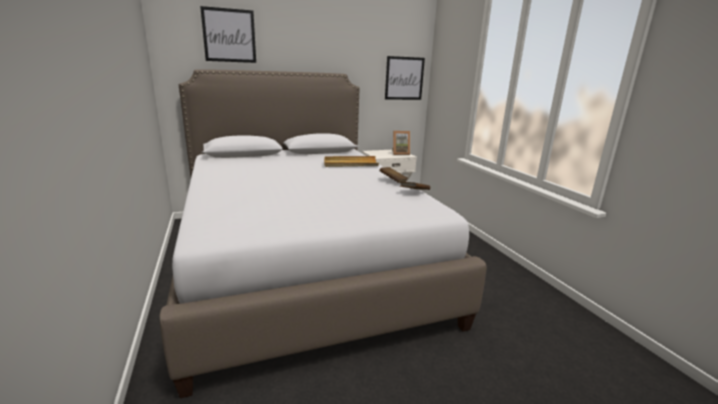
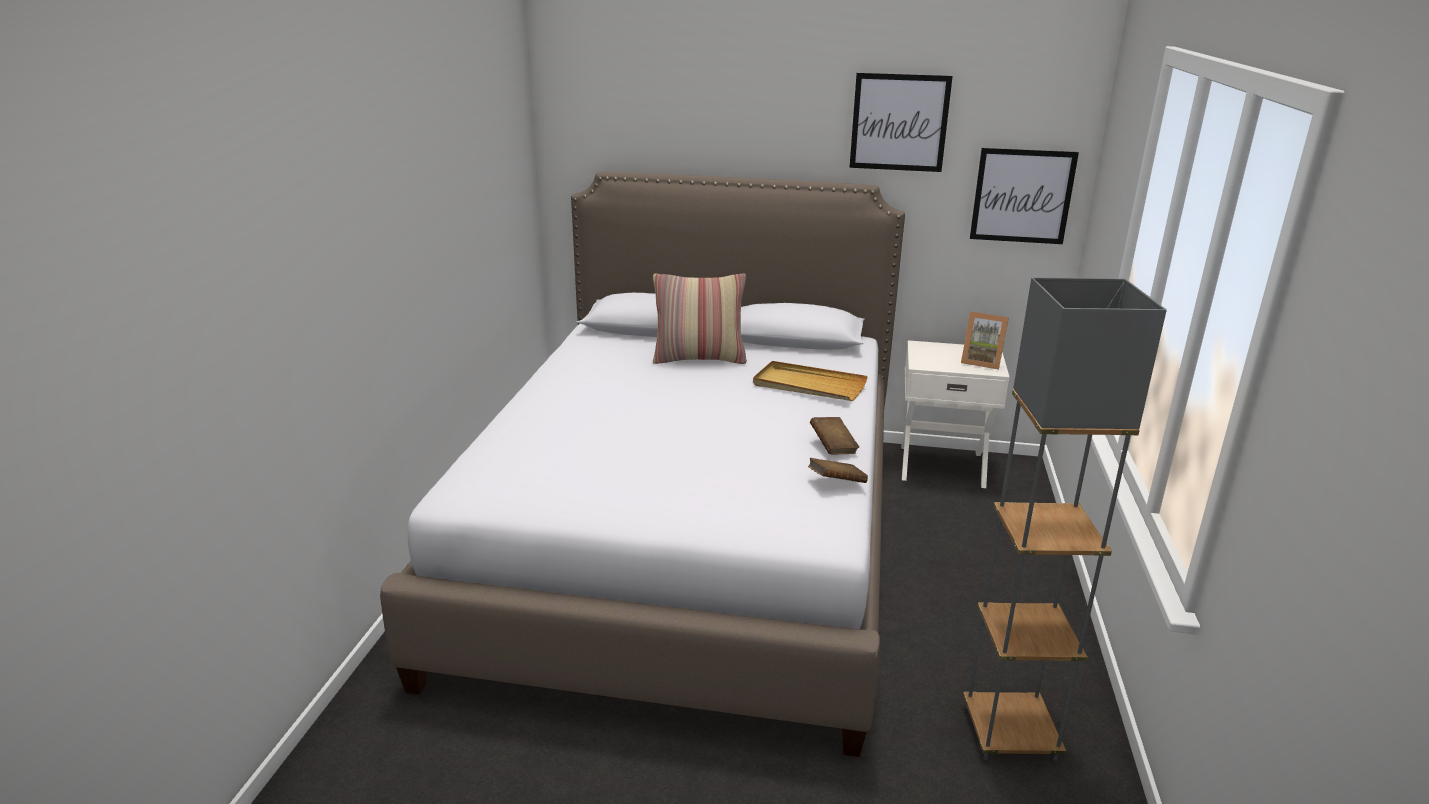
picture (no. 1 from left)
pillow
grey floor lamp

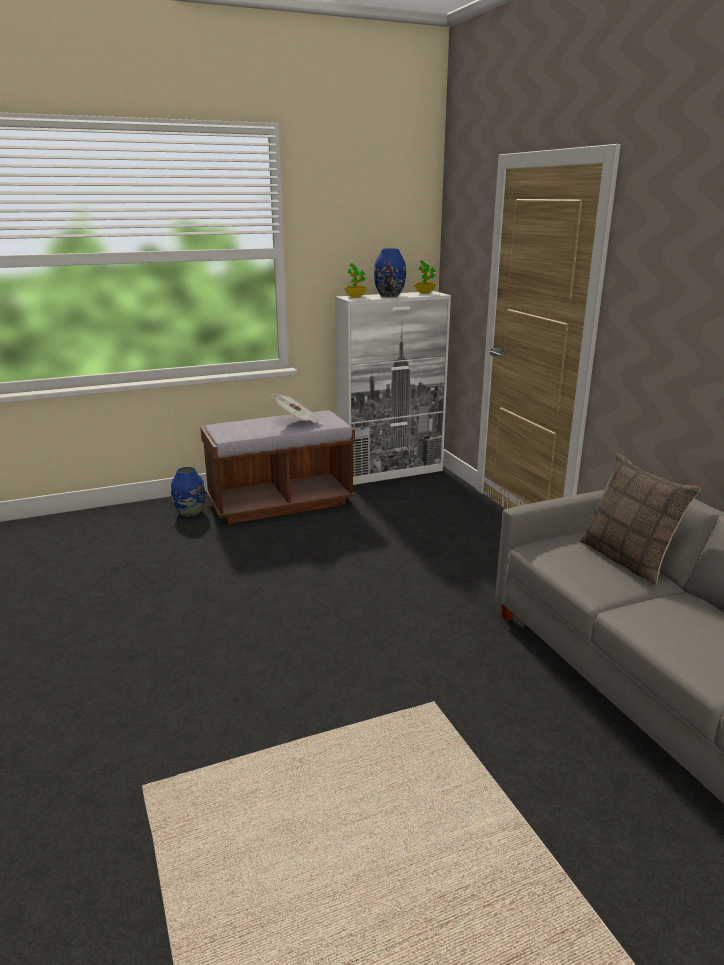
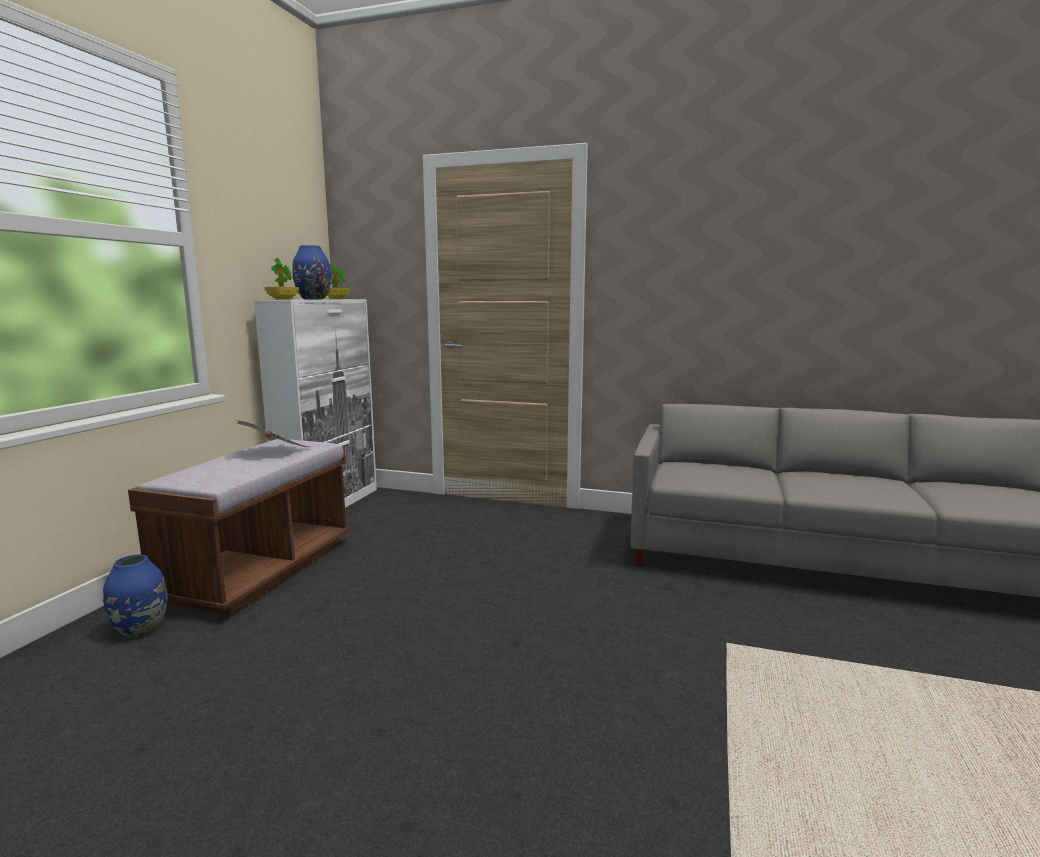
pillow

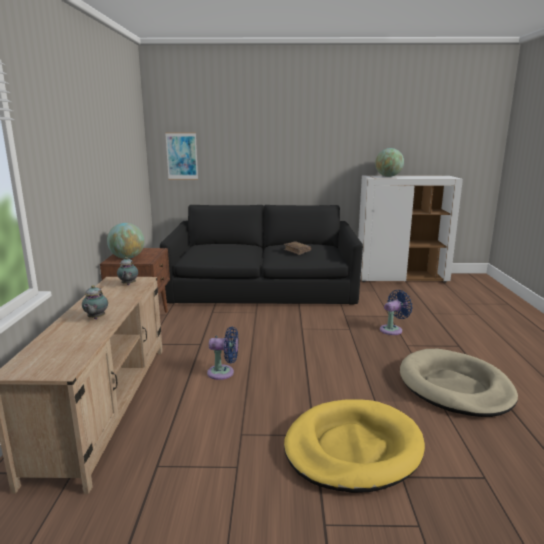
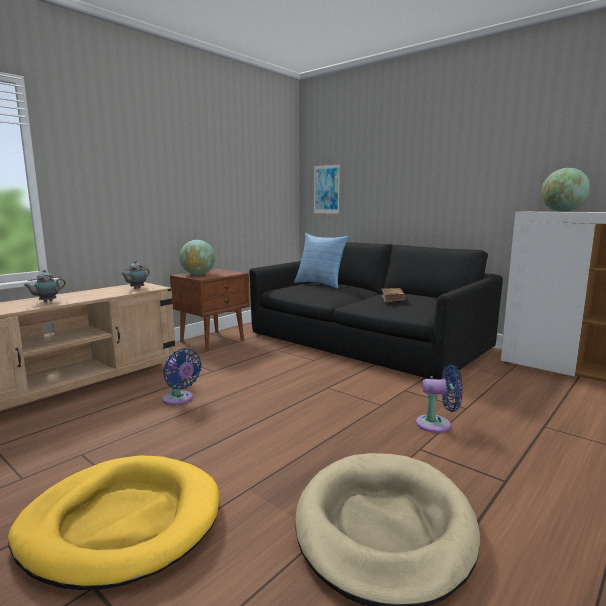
pillow

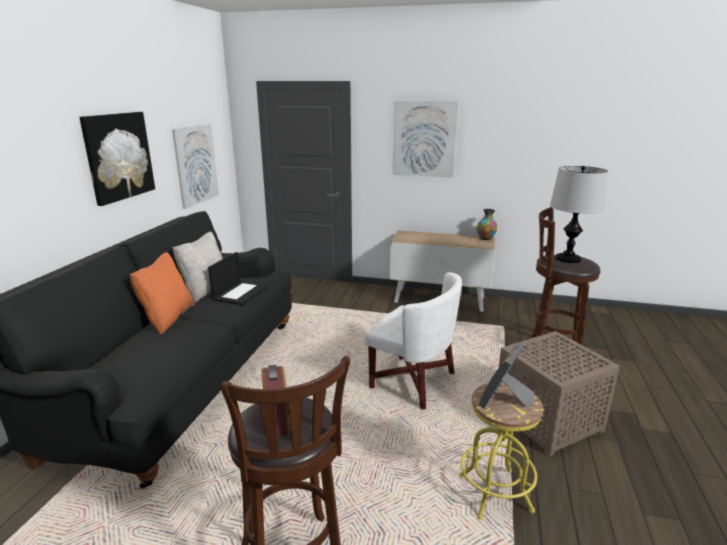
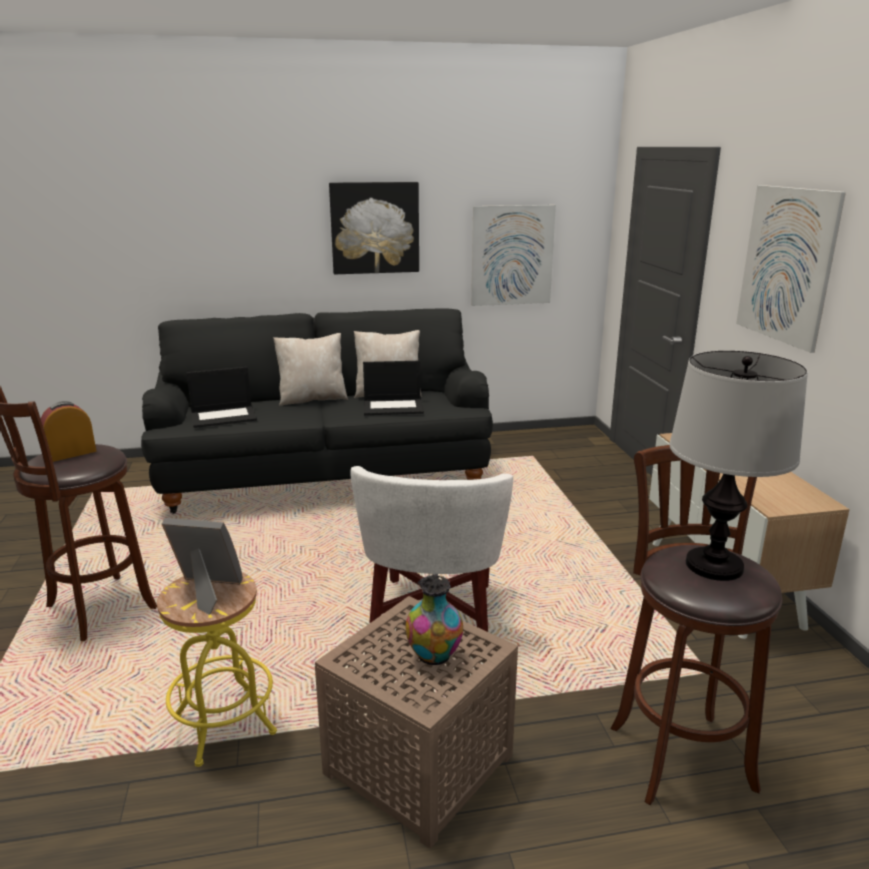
vase
beige pillow (no. 1 from left)
laptop (no. 1 from left)

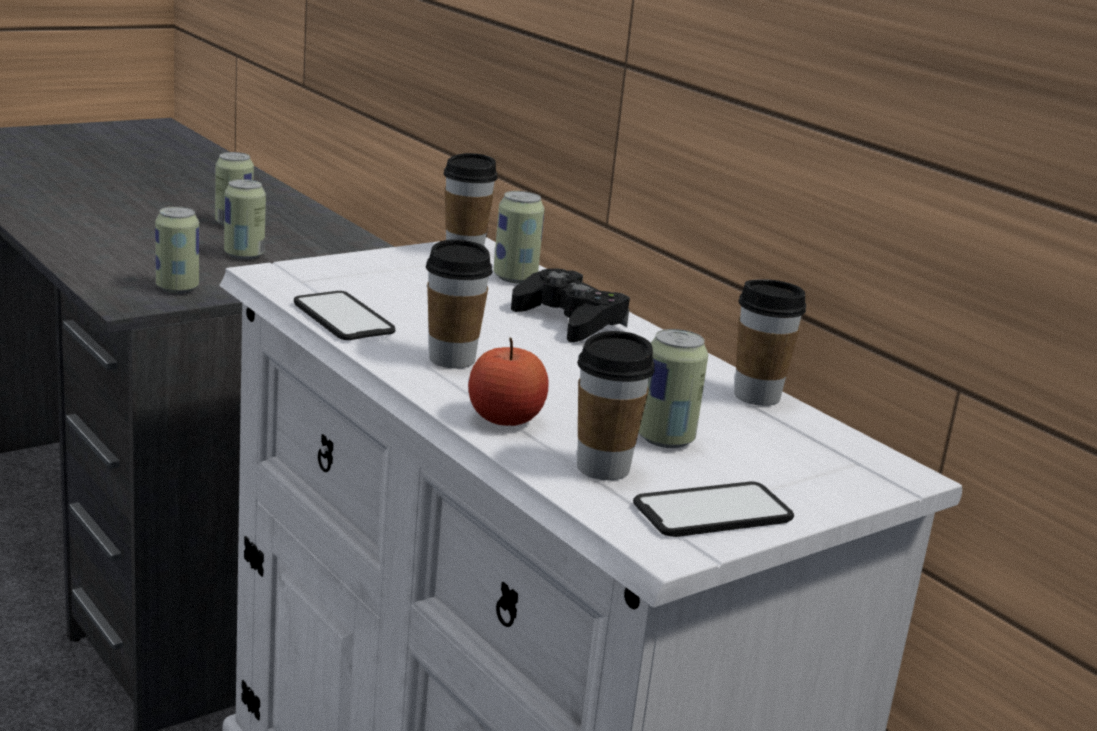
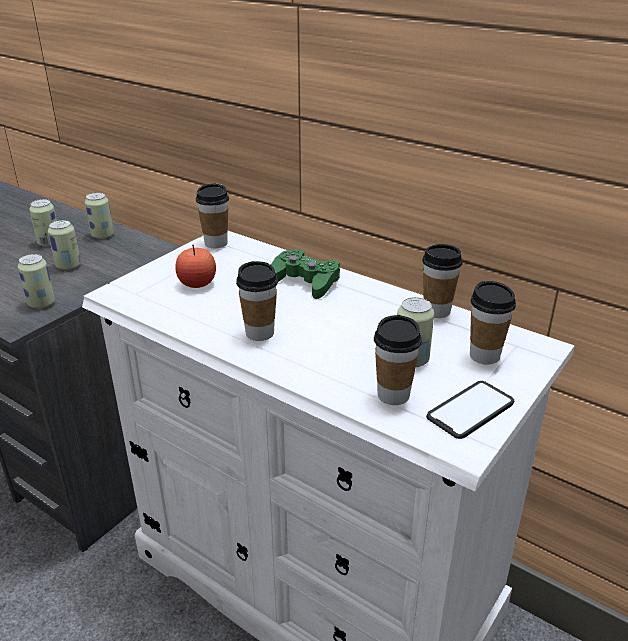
can (no. 4 from left)
green game controller
phone (no. 1 from left in the first image)
apple
cup (no. 5 from left)

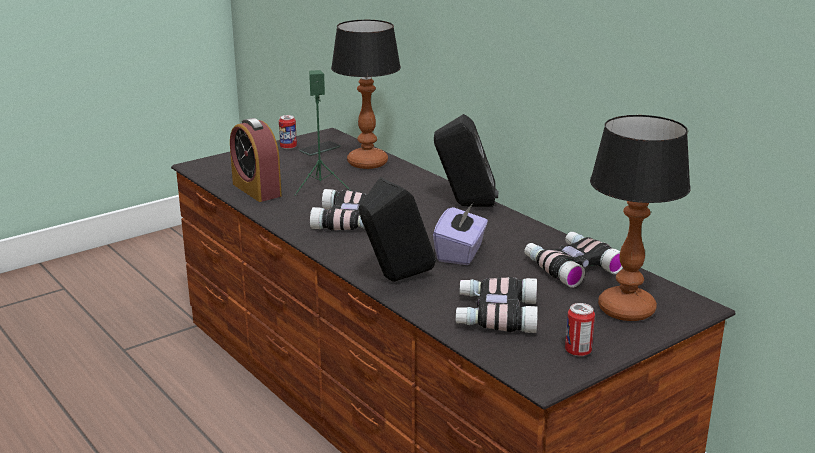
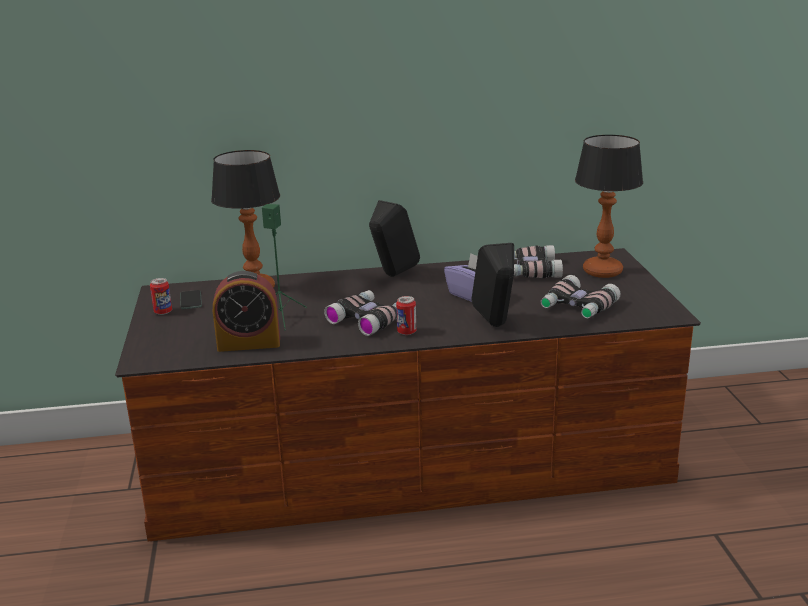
can (no. 2 from left)

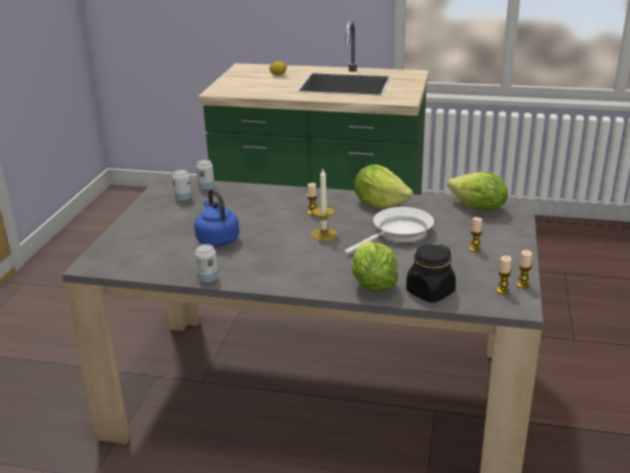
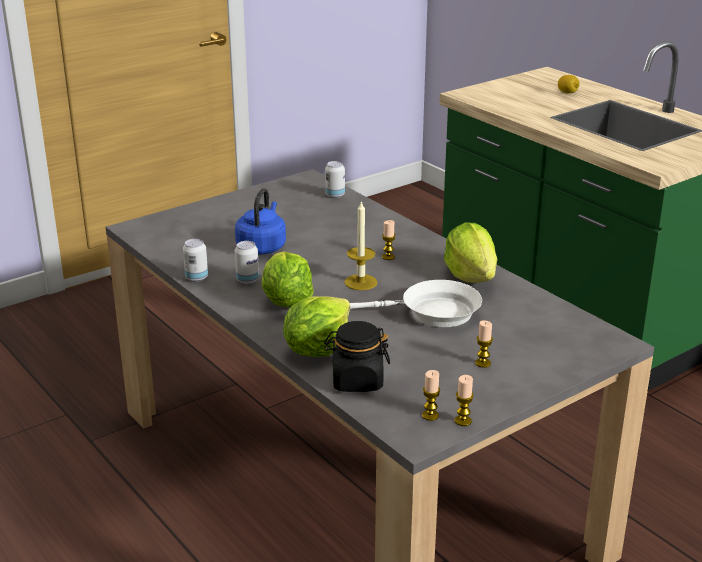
can (no. 2 from left)
lettuce (no. 1 from left)

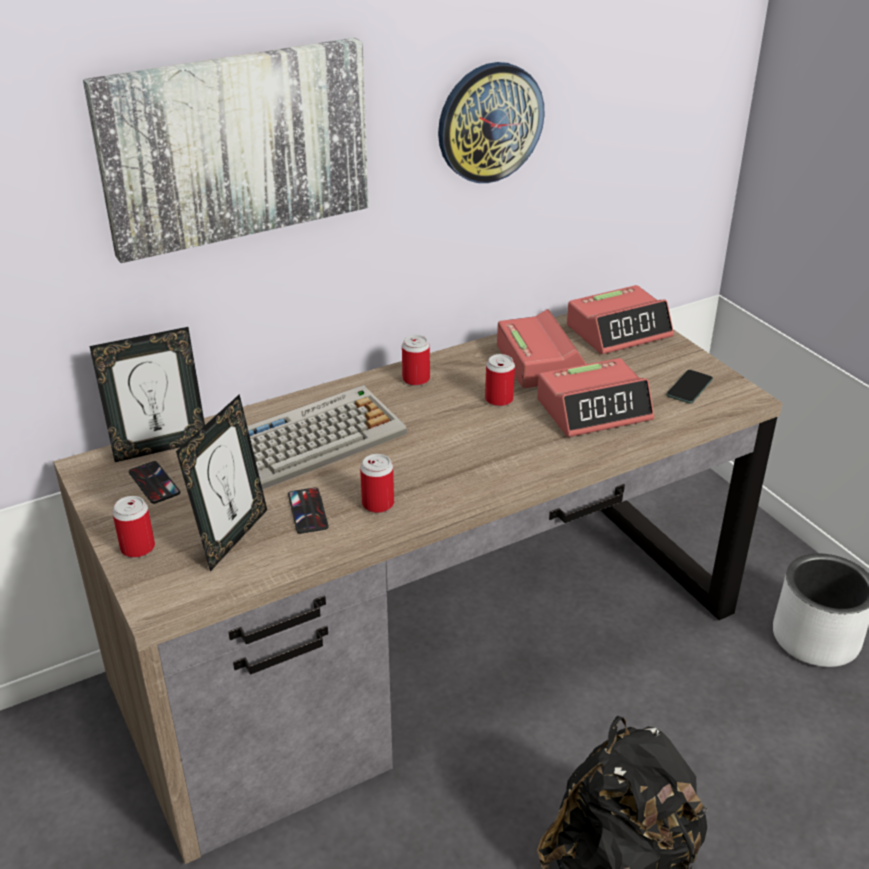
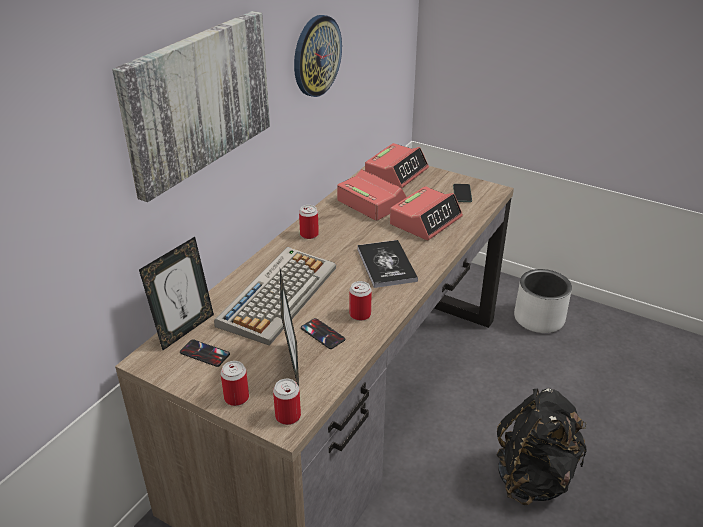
can (no. 2 from left)
book

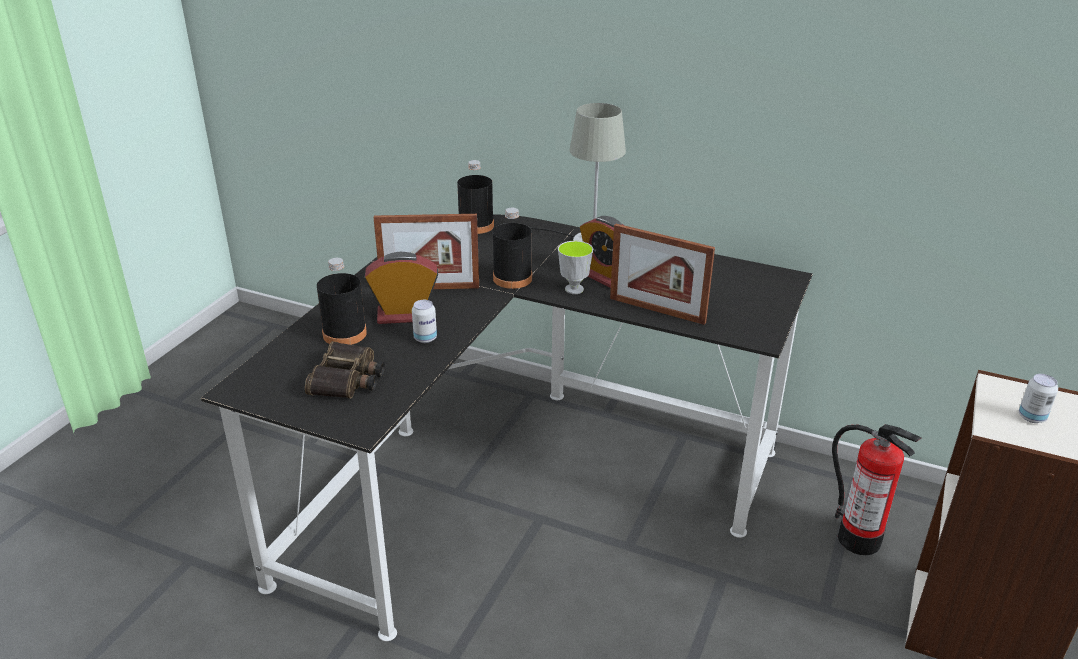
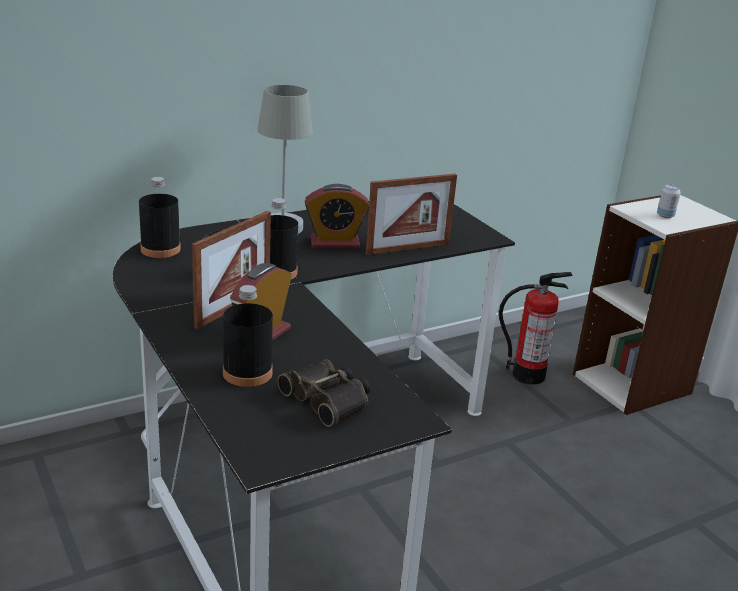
cup
can (no. 1 from left in the first image)

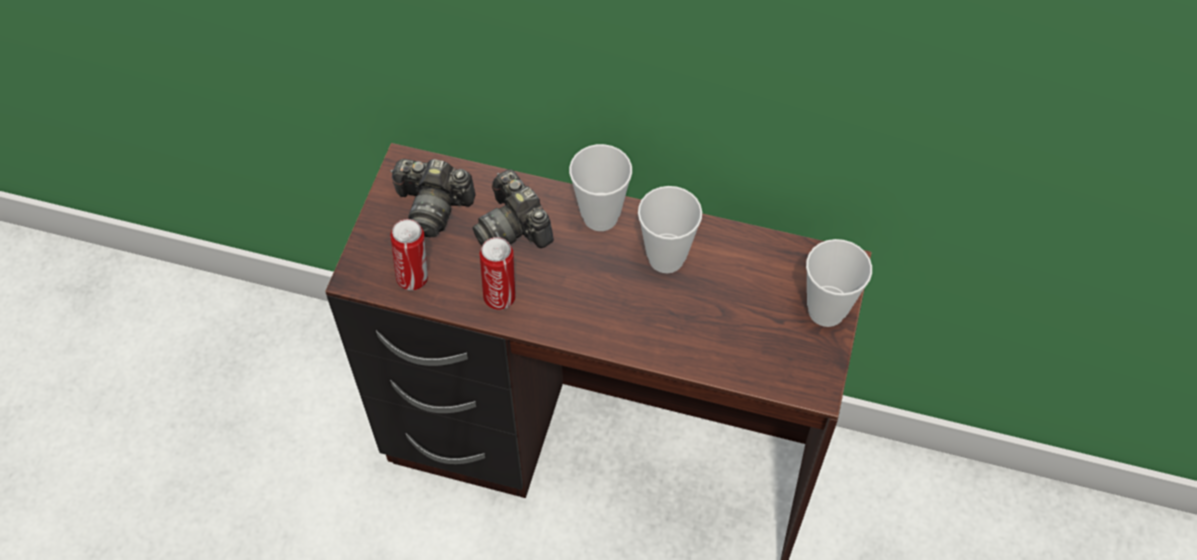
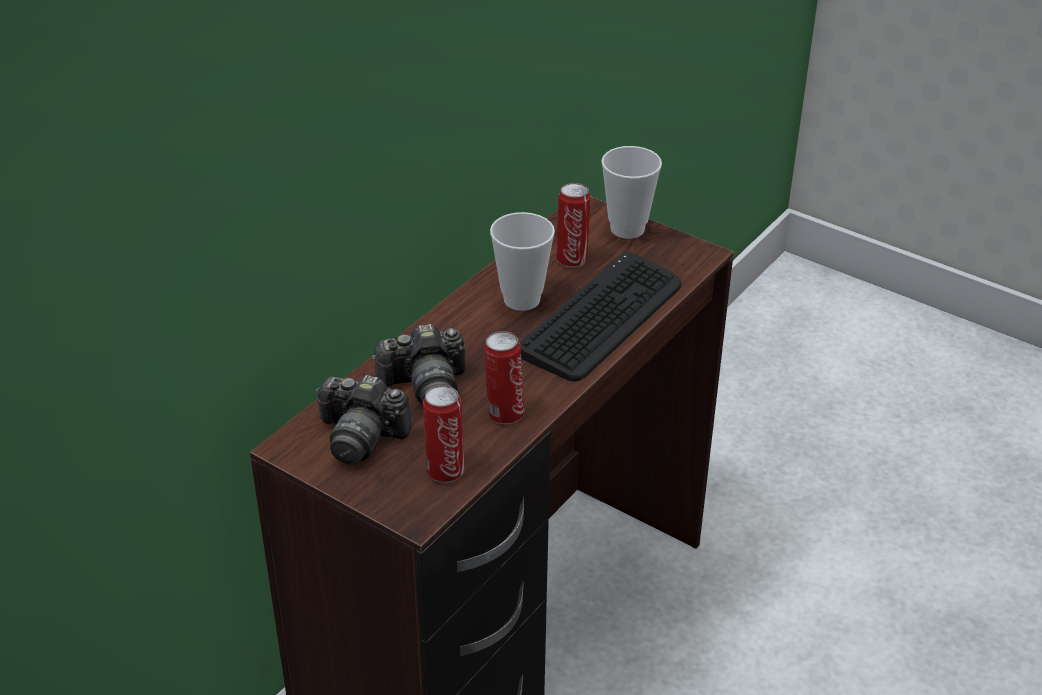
cup (no. 1 from left in the first image)
photo camera (no. 1 from left)
can (no. 3 from left)
keyboard

